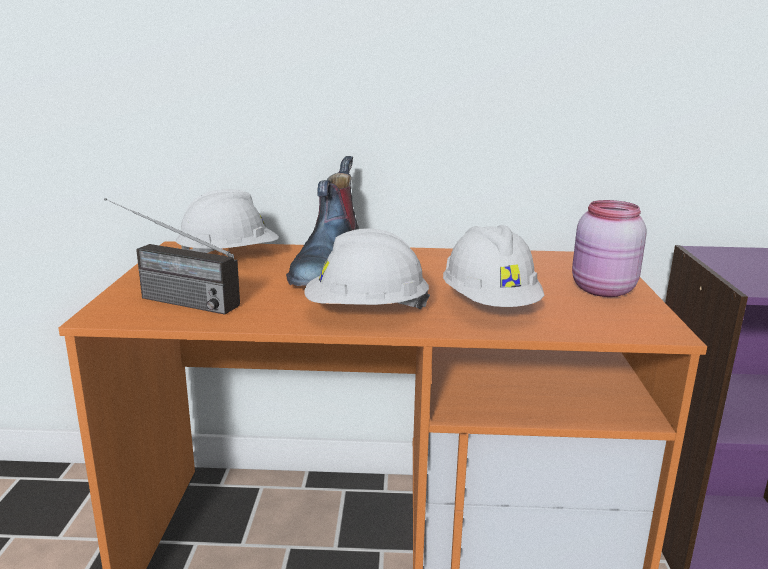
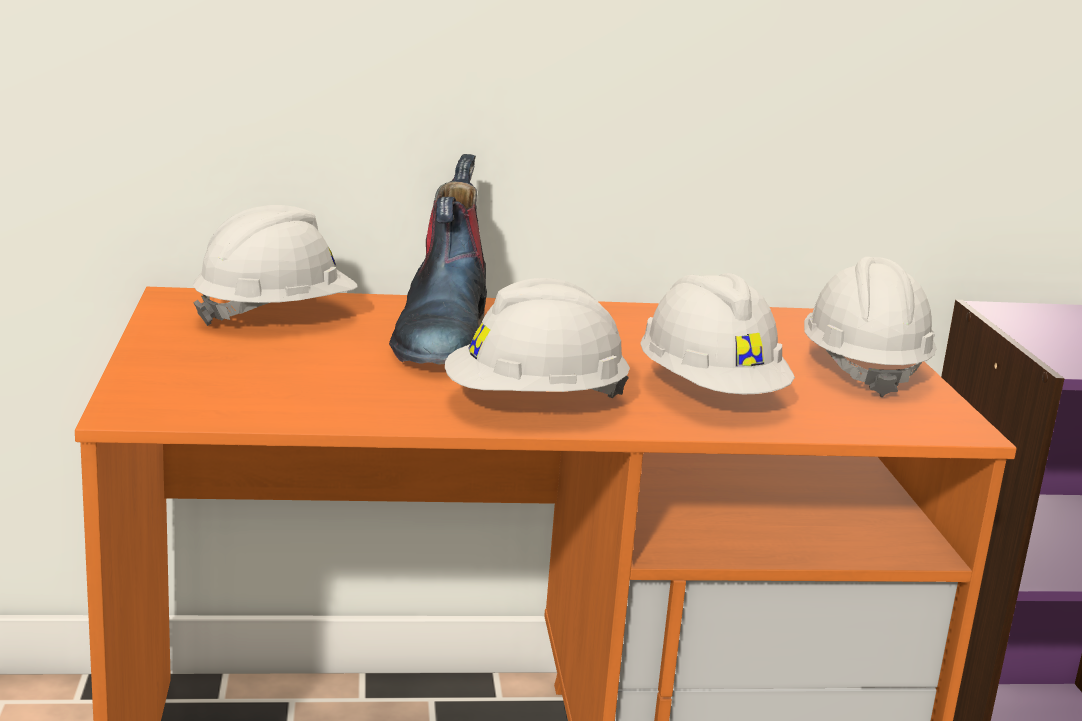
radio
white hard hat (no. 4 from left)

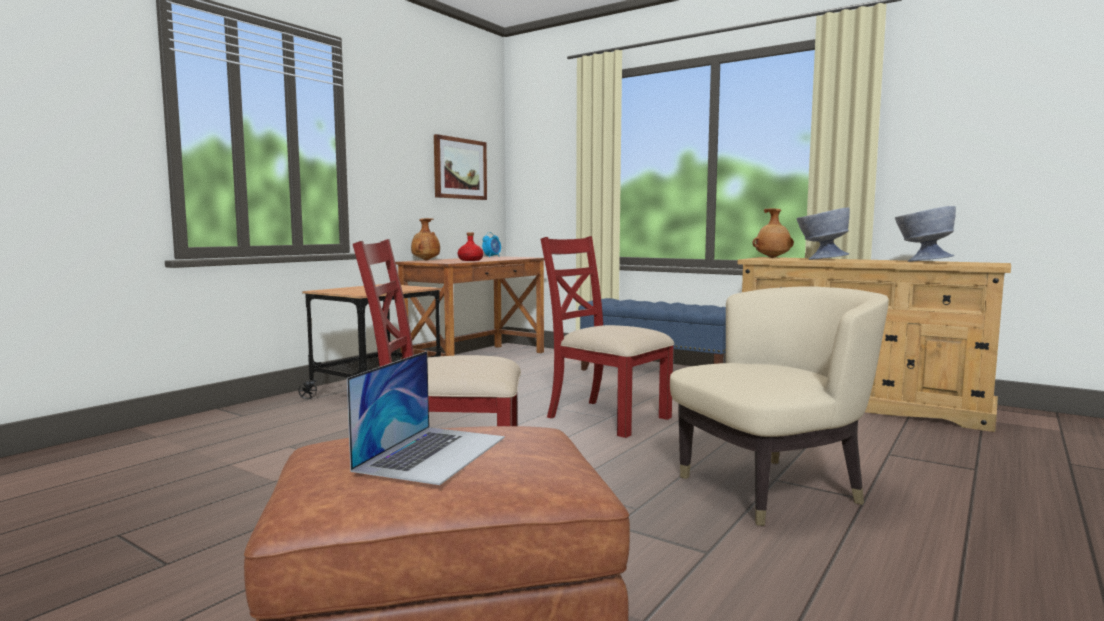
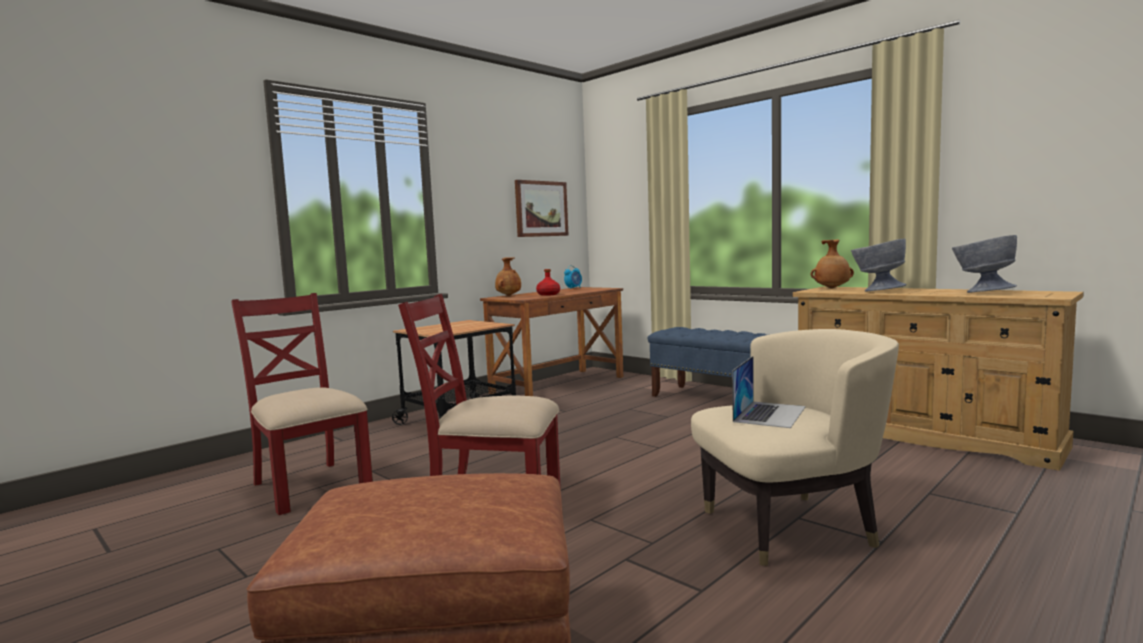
red chair (no. 1 from left)
laptop

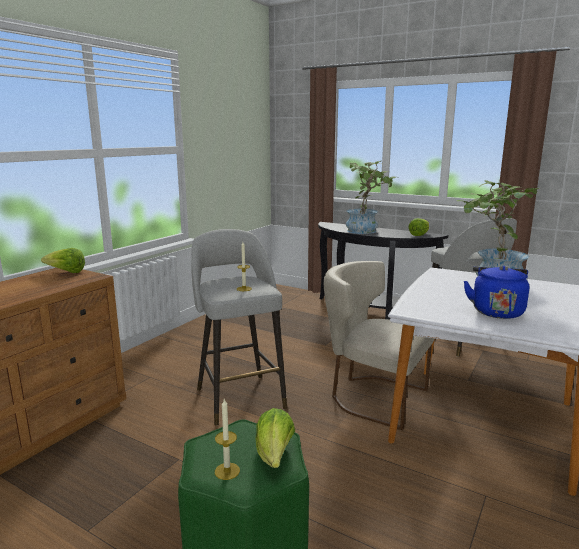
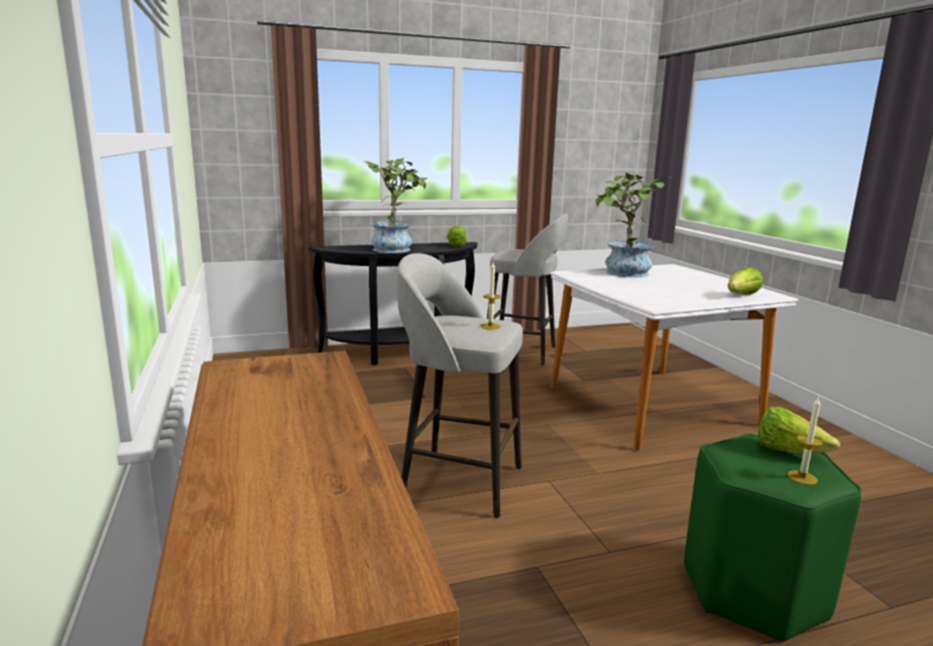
lettuce (no. 2 from left)
beige chair
blue kettle

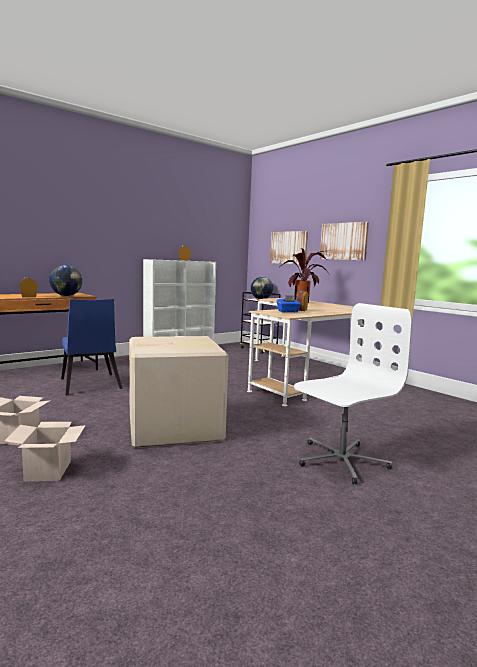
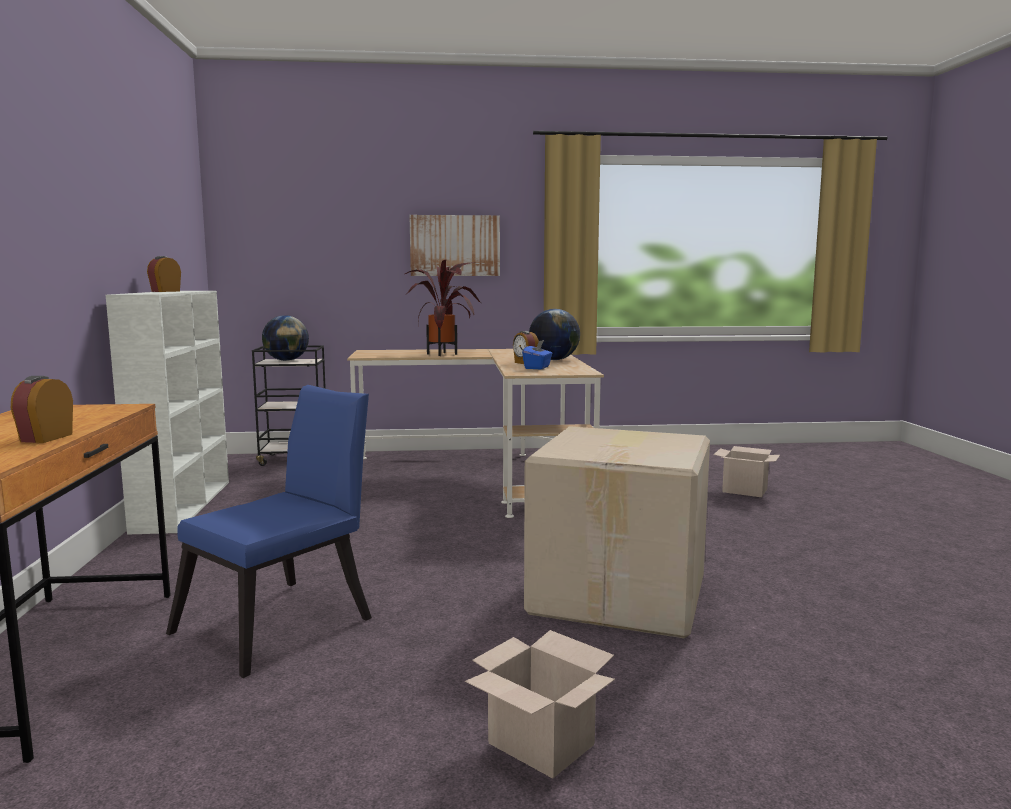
picture (no. 1 from left in the first image)
globe (no. 2 from left)
blue chair
white office chair
cardboard box (no. 3 from left)

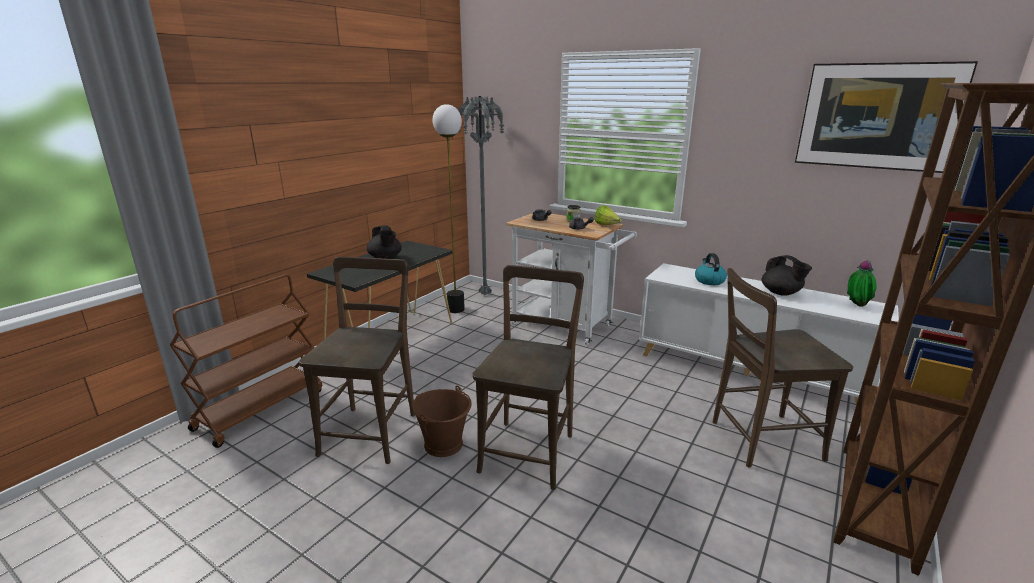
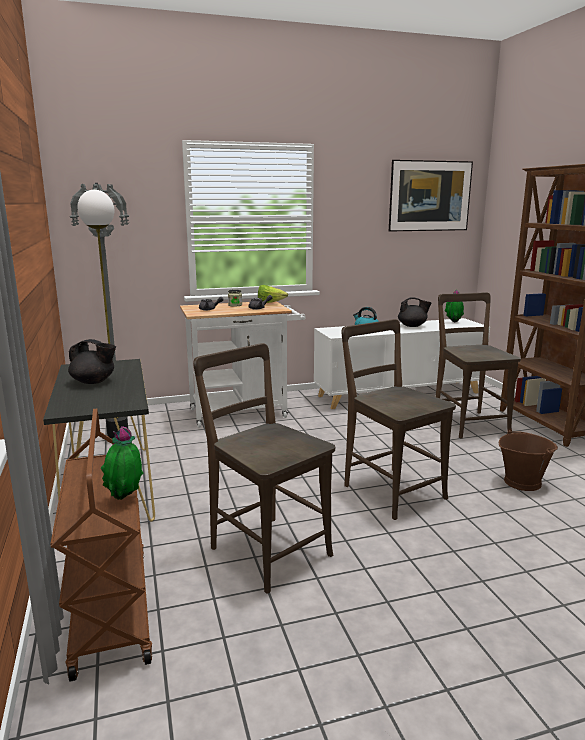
brown chair (no. 3 from left)
brown bucket
potted plant (no. 1 from left)

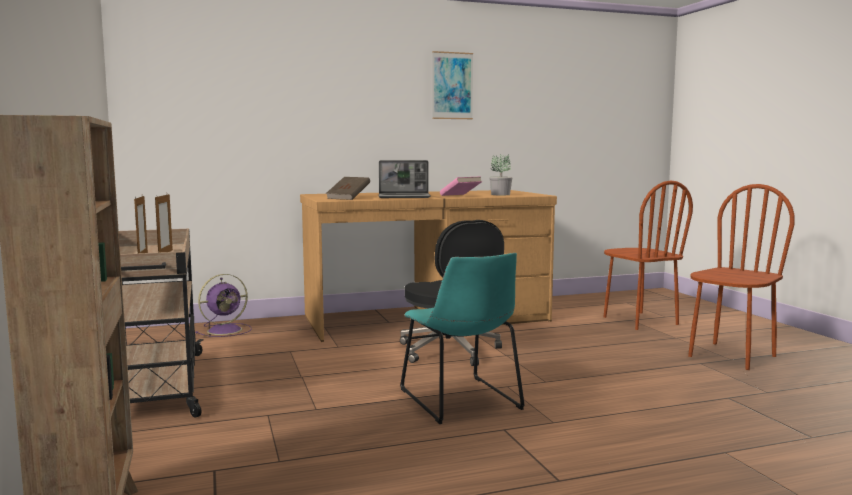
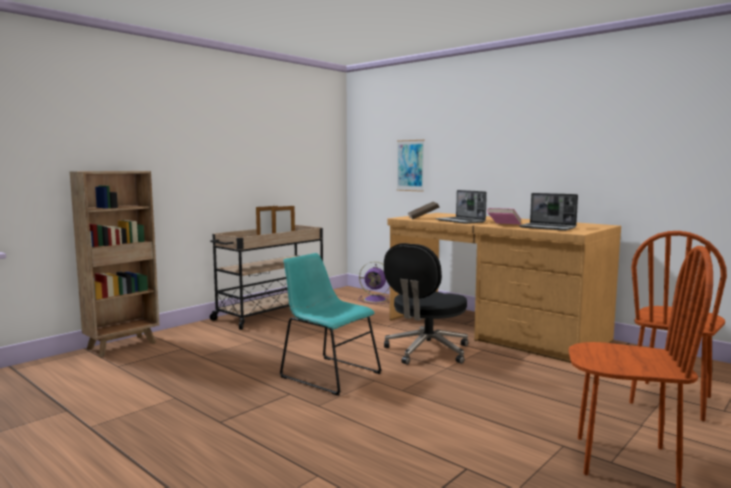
picture
laptop (no. 2 from left)
turquoise chair

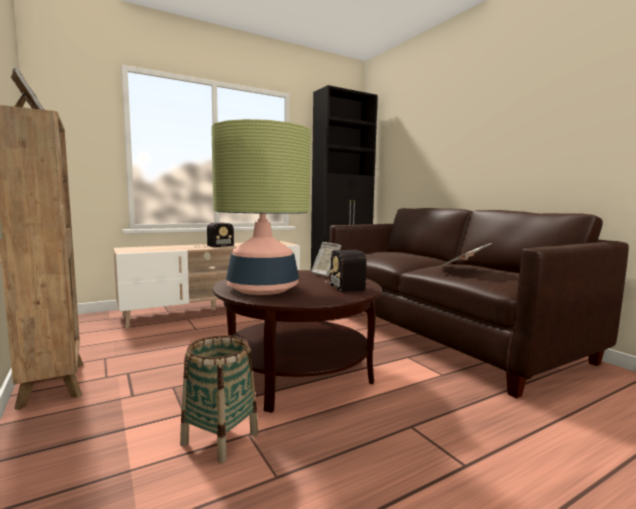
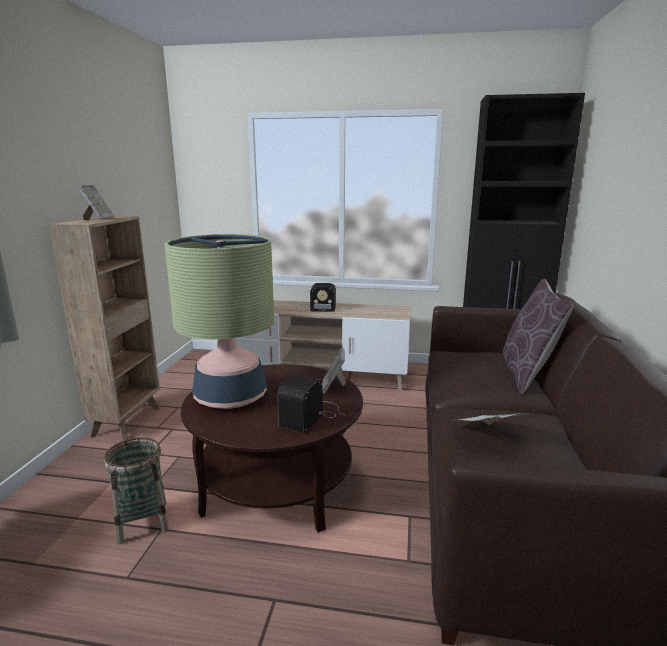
brown pillow

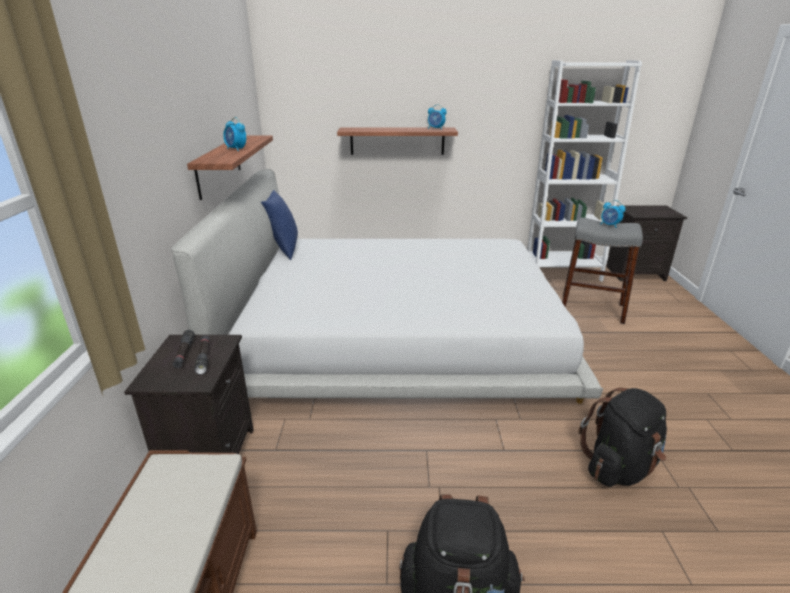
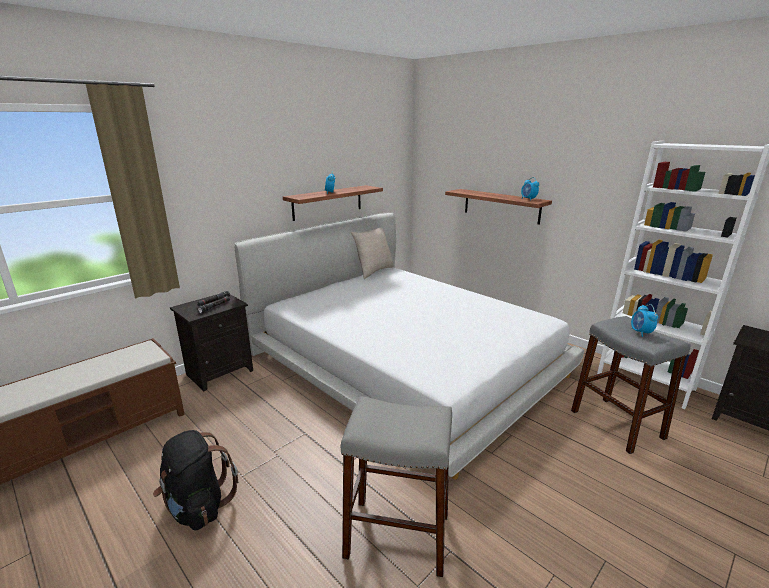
beige pillow
grey stool (no. 1 from left)

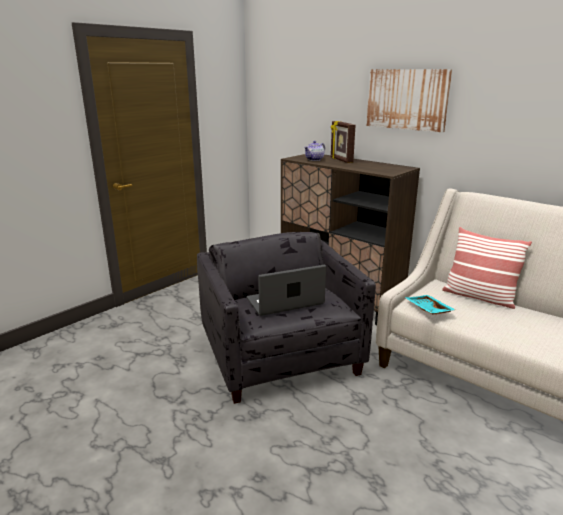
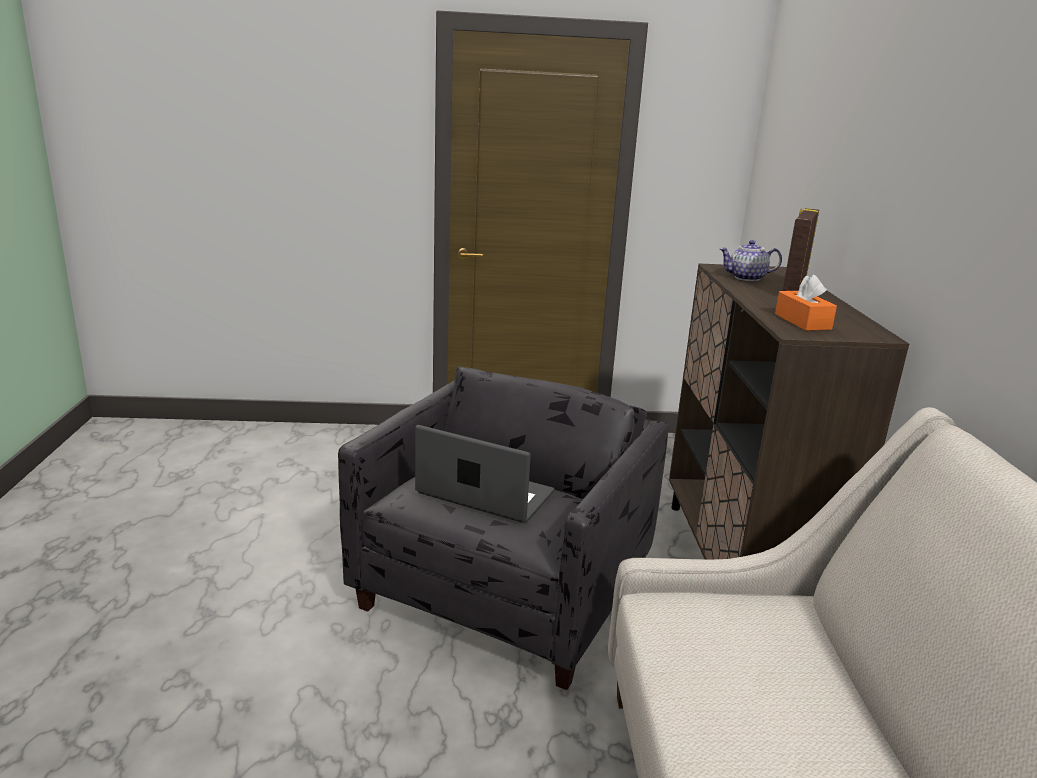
picture
pillow
turquoise tray
orange tissue box

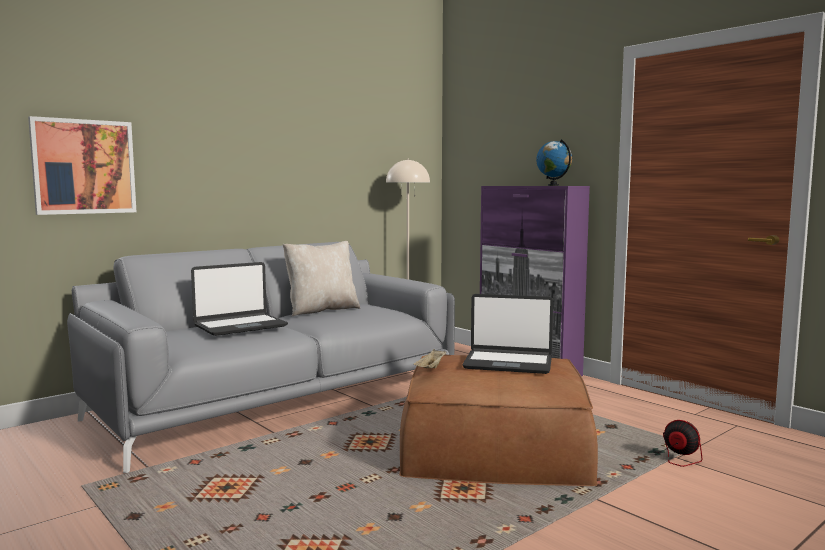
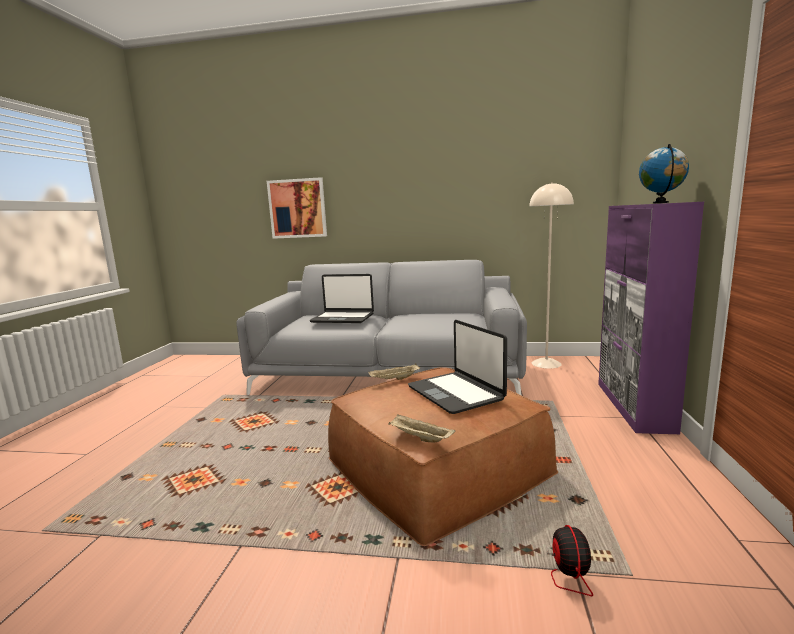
beige pillow
beige tray (no. 2 from left)

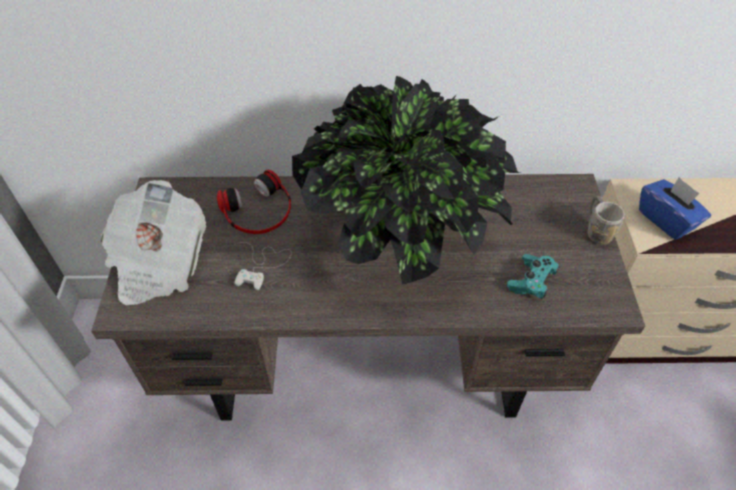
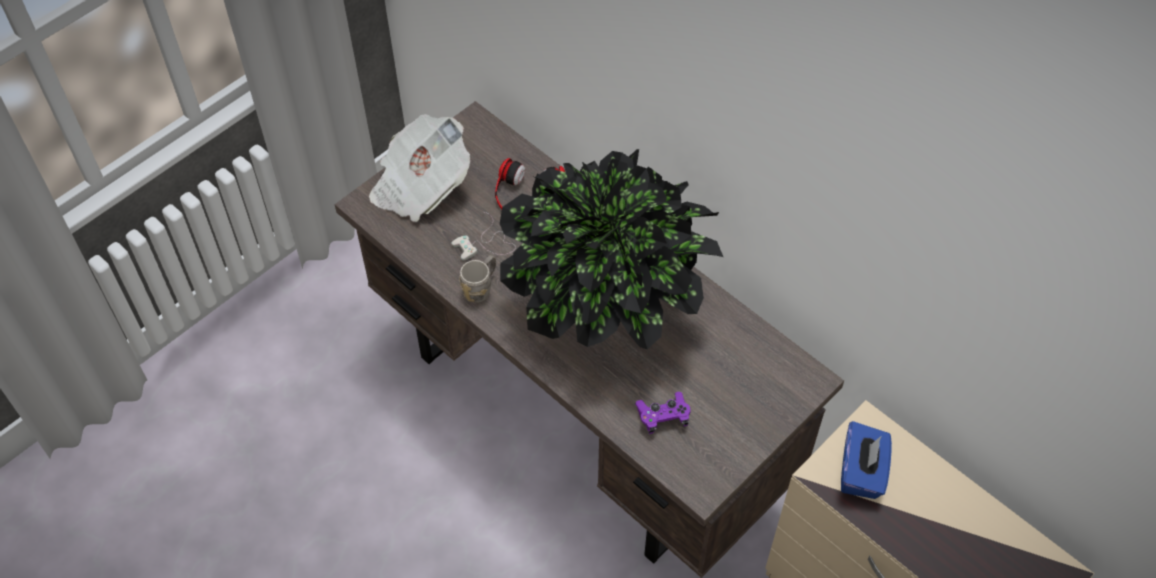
grey mug
purple game controller

